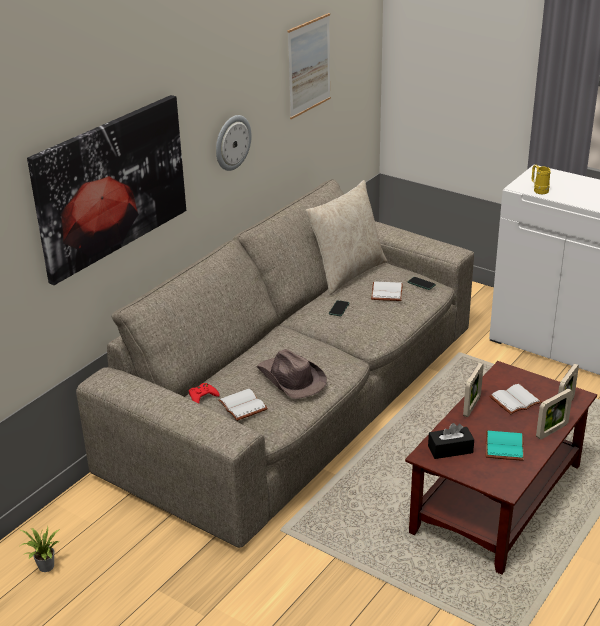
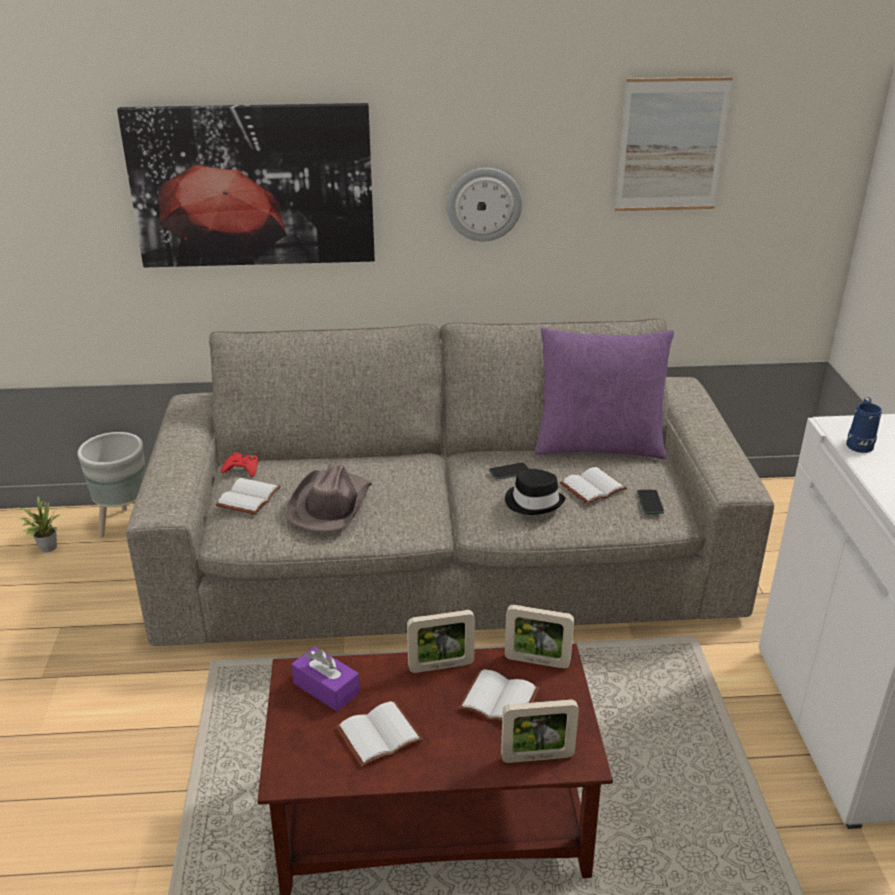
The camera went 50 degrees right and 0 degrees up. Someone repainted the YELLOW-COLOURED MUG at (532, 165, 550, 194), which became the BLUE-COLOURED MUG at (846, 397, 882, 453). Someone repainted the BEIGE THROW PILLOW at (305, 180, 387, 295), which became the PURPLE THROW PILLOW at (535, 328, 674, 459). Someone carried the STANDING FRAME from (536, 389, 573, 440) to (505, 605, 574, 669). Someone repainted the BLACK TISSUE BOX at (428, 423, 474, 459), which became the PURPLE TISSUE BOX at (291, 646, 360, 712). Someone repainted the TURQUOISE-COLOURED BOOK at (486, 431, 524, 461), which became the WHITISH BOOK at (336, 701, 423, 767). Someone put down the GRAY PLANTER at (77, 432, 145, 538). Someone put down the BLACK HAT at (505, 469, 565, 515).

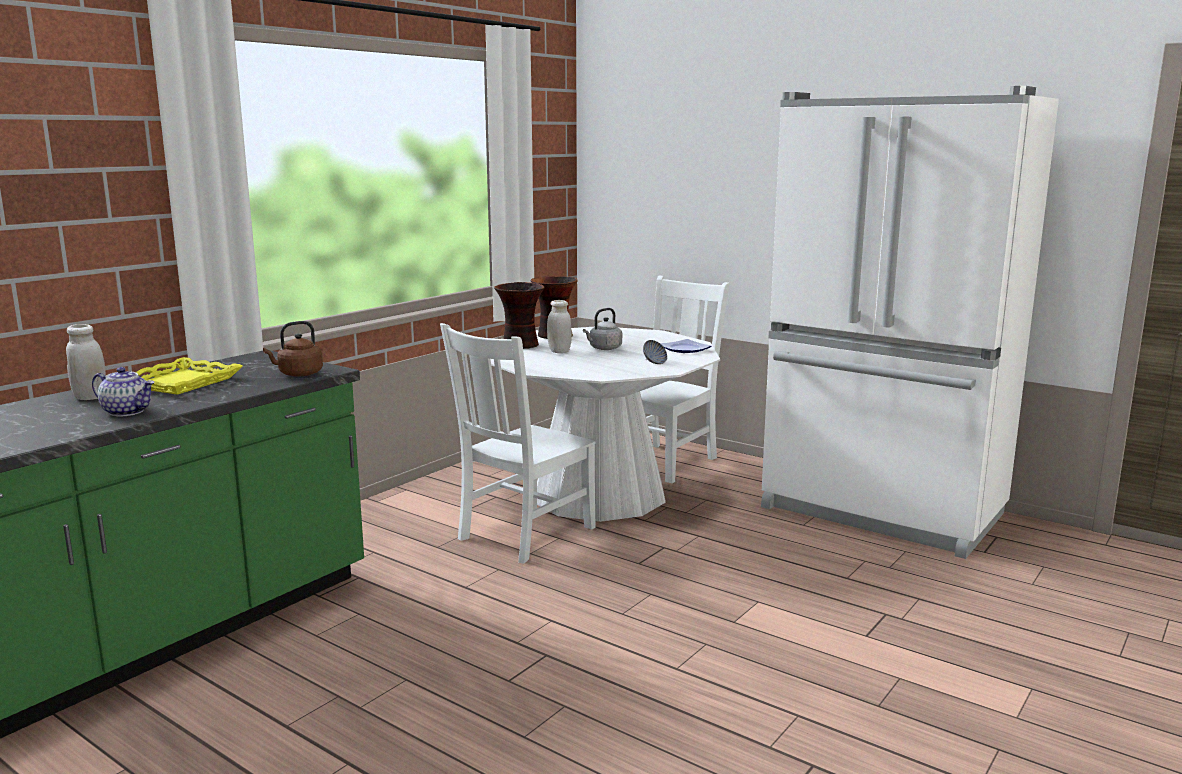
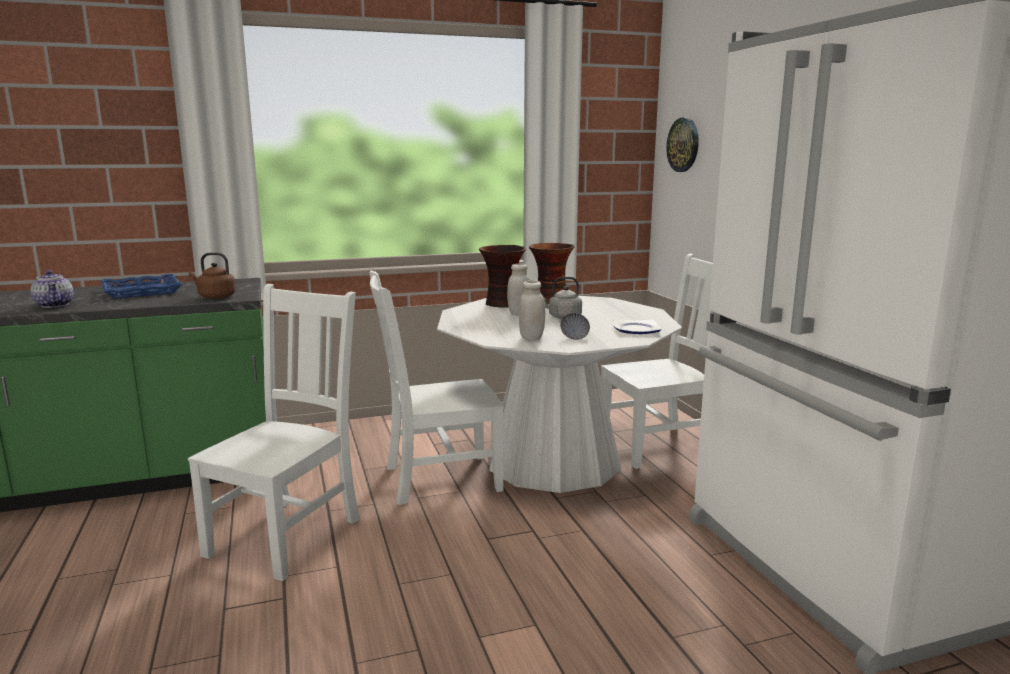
The camera went 35 degrees right and 0 degrees up. Someone carried the WHITISH PRESERVE JAR from (66, 324, 106, 400) to (519, 280, 545, 340). Someone repainted the YELLOW-COLOURED TRAY at (136, 357, 243, 395), which became the BLUE-COLOURED TRAY at (100, 274, 183, 299). Someone put up the WALL CLOCK at (666, 118, 699, 172). Someone put down the WHITISH UPRIGHT CHAIR at (188, 284, 360, 581).

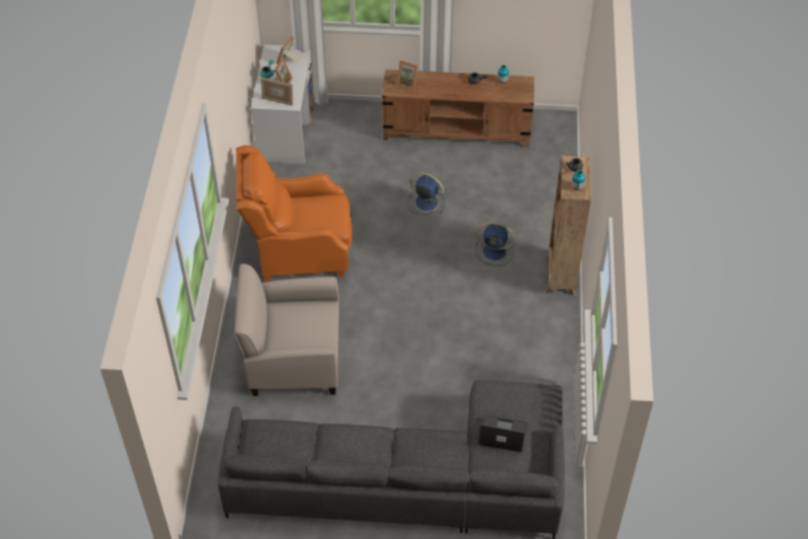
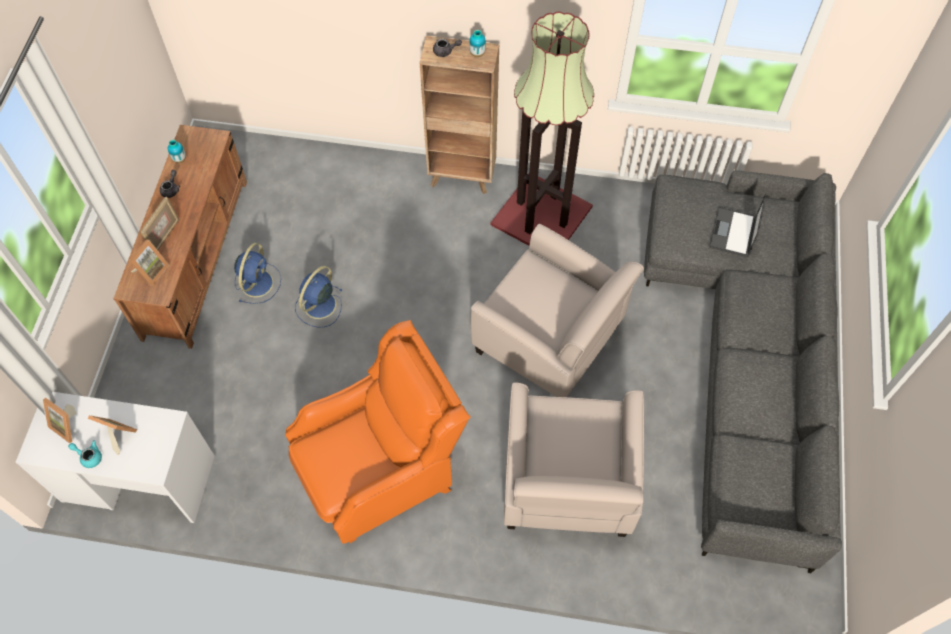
The camera went 85 degrees left and 10 degrees up. Someone carried the STANDING FRAME from (261, 77, 293, 106) to (140, 196, 179, 250). Someone rotated the ORANGEY ARMCHAIR at (236, 145, 353, 282) by 120 degrees counterclockwise. Someone carried the BLUE-COLOURED FAN from (476, 222, 515, 266) to (234, 243, 281, 304). Someone put down the STANDING LAMP at (490, 11, 594, 246). Someone put down the BEIGE ARMCHAIR at (471, 224, 644, 397).

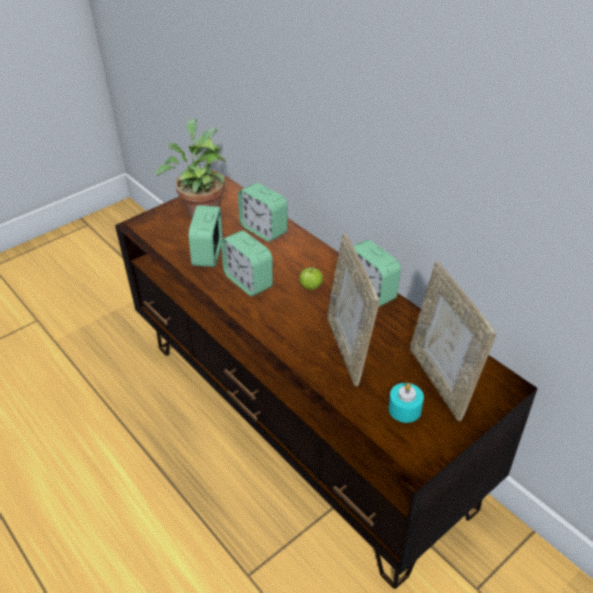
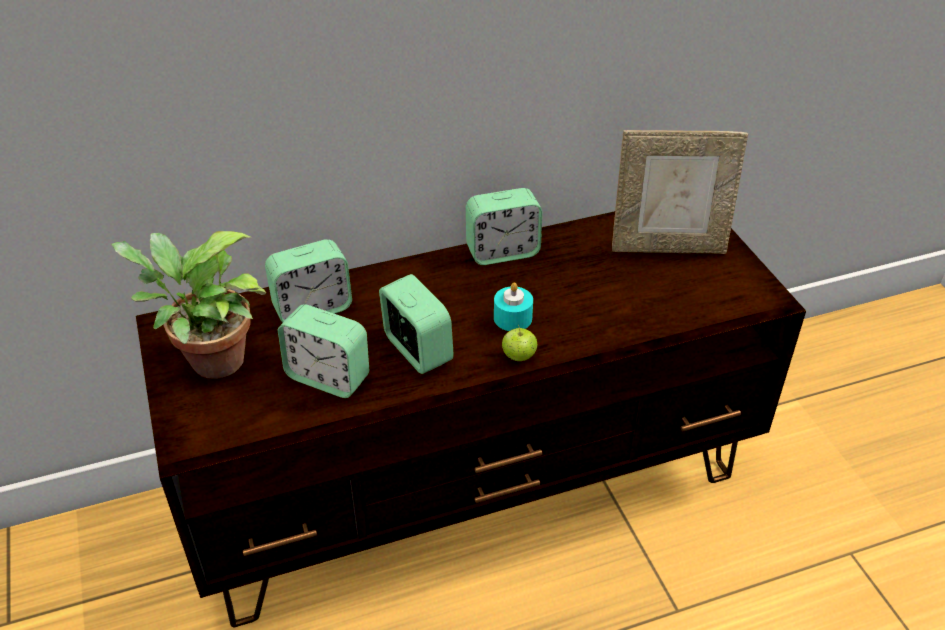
The camera went 70 degrees left and 0 degrees up. Someone rotated the BEDSIDE CLOCK at (221, 230, 273, 296) by 105 degrees counterclockwise. Someone took away the STANDING FRAME at (327, 233, 379, 386). Someone carried the APPLE from (299, 266, 323, 290) to (502, 325, 538, 361). Someone carried the TURQUOISE-COLOURED WAX LIGHT from (388, 383, 424, 423) to (494, 282, 533, 331).

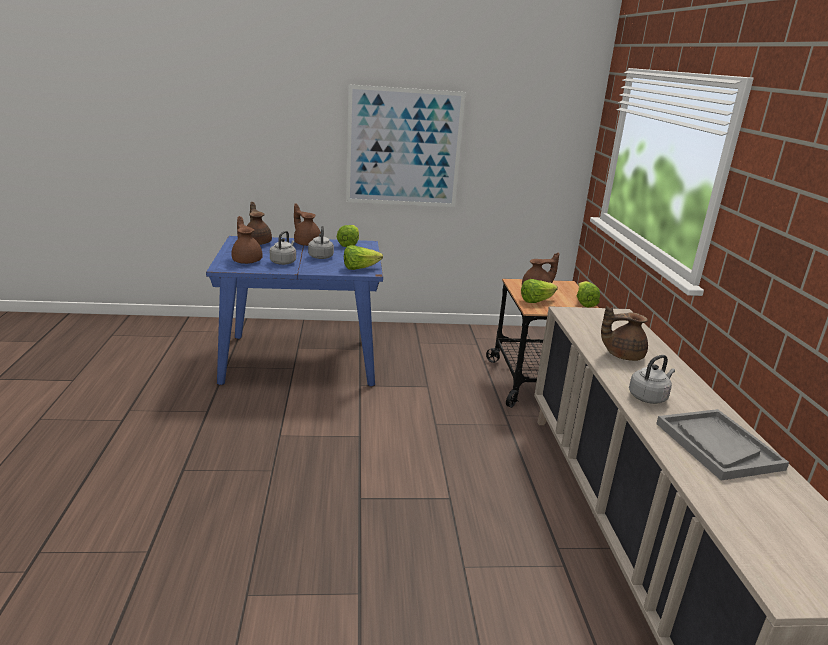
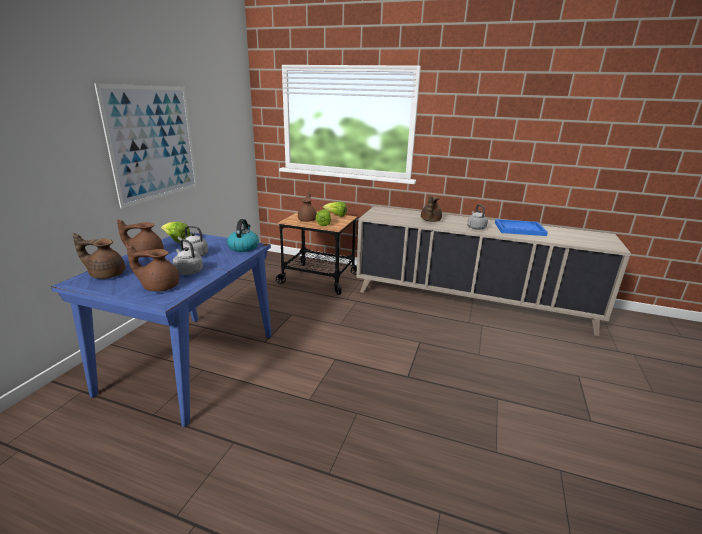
The camera went 65 degrees left and 0 degrees up. Someone swapped the LETTUCE at (344, 245, 383, 270) for the KETTLE at (227, 219, 259, 252). Someone repainted the GRAY TRAY at (656, 409, 789, 480), which became the BLUE-COLOURED TRAY at (495, 219, 548, 236).

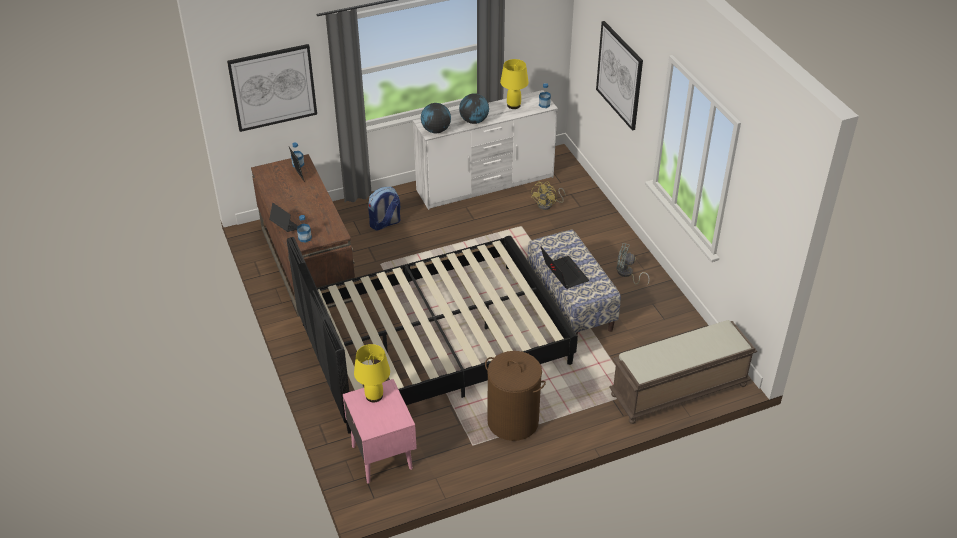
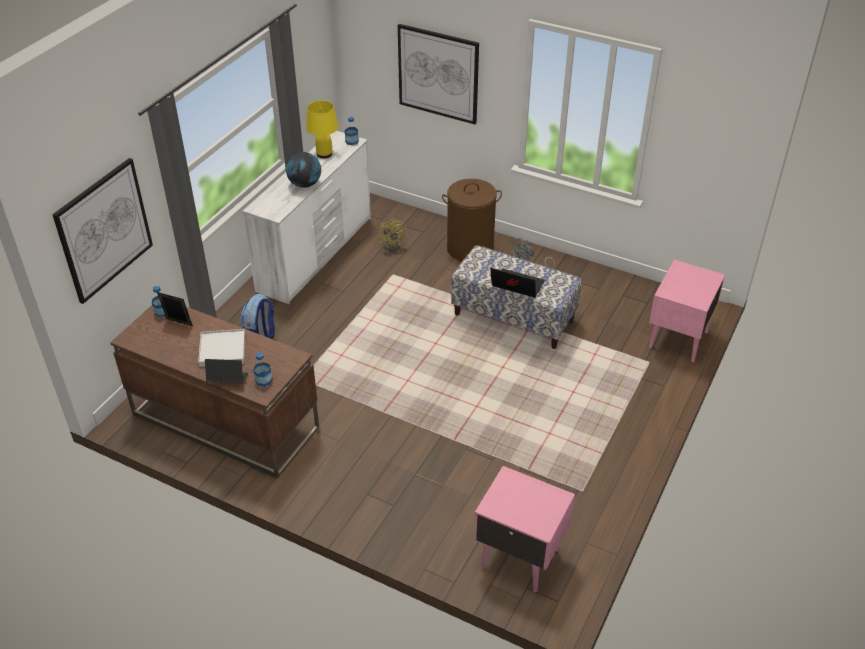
The camera went 40 degrees left and 0 degrees up. Someone took away the WORLD GLOBE at (421, 103, 451, 133). Someone took away the BLACK BEDROOM BED at (287, 236, 578, 434). Someone swapped the BROWN-COLOURED BENCH at (609, 320, 757, 424) for the PINK BEDSIDE TABLE at (649, 259, 725, 362). Someone took away the YELLOW-COLOURED TABLE LAMP at (354, 344, 390, 403). Someone carried the BROWN-COLOURED LAUNDRY BASKET from (485, 351, 546, 441) to (442, 179, 502, 262). Someone put down the WHITISH TRAY at (198, 329, 245, 367).

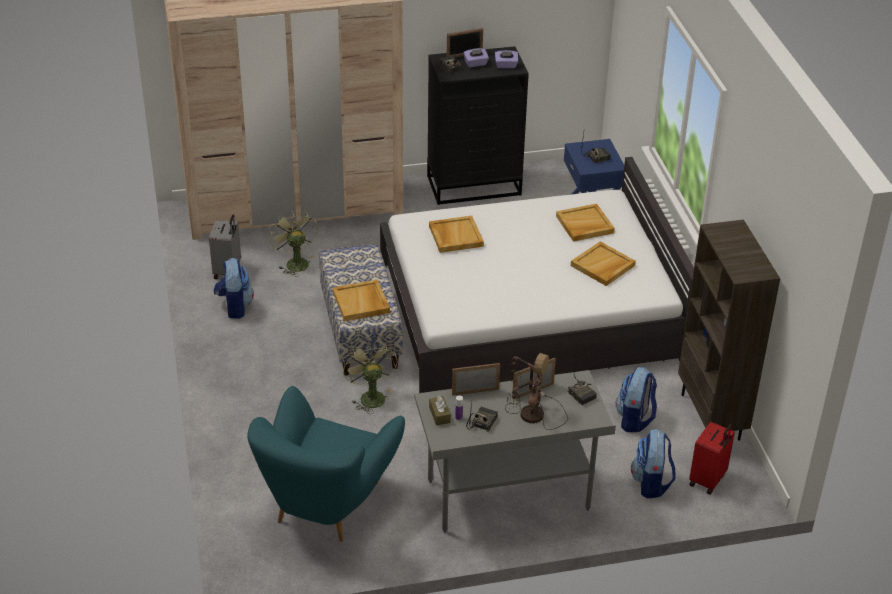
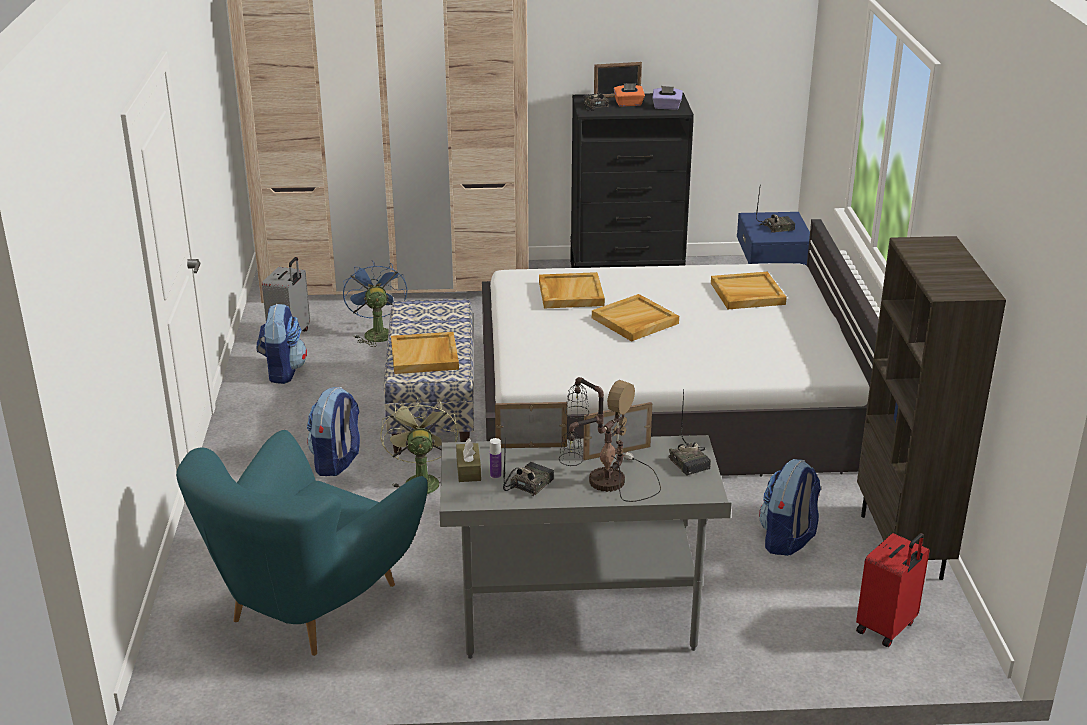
The camera went 10 degrees right and 10 degrees down. Someone repainted the PURPLE TISSUE BOX at (463, 48, 489, 67), which became the ORANGEY TISSUE BOX at (614, 83, 645, 107). Someone repainted the GREEN-COLOURED FAN at (269, 210, 318, 277), which became the BLUE-COLOURED FAN at (343, 260, 408, 347). Someone carried the BEIGE TRAY from (571, 242, 636, 286) to (592, 294, 679, 342). Someone carried the RUCKSACK from (631, 429, 675, 498) to (307, 387, 360, 476).

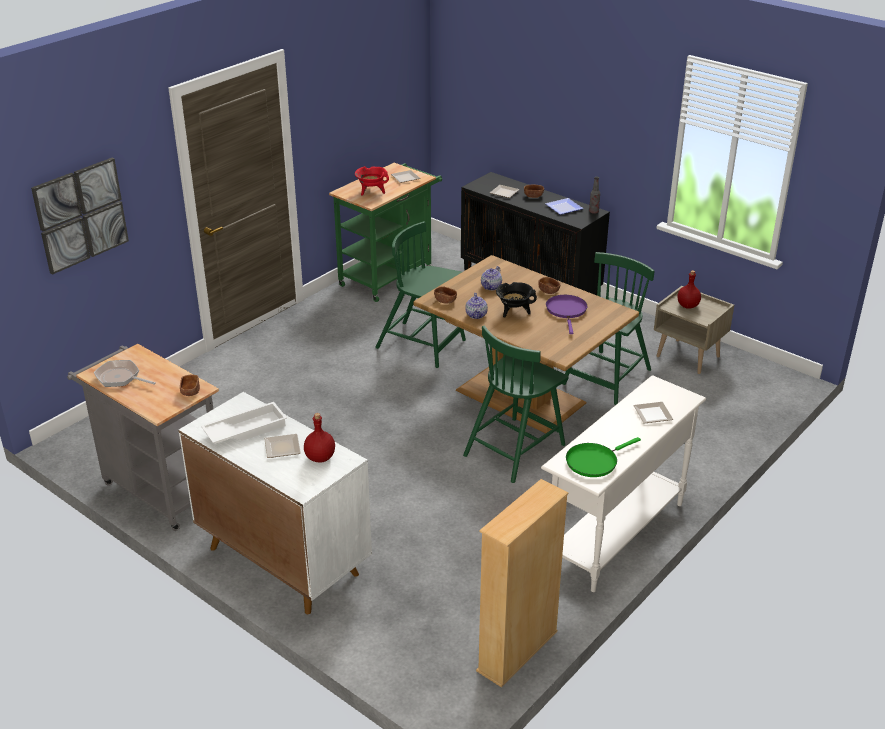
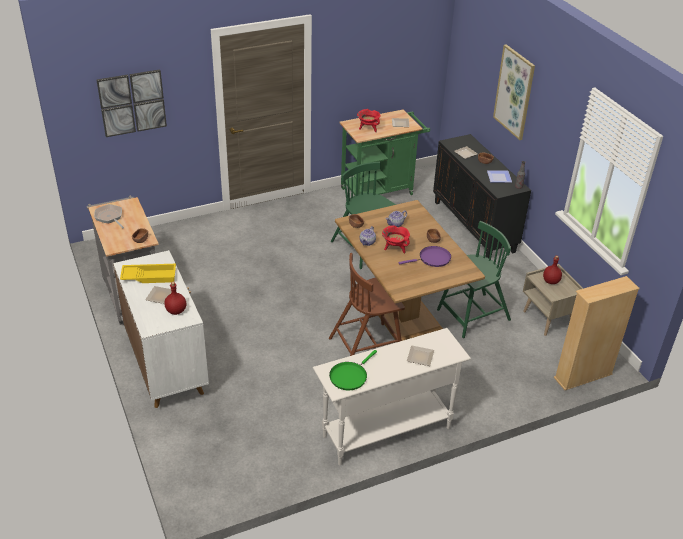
The camera went 25 degrees right and 5 degrees up. Someone repainted the BLACK COOKING POT at (496, 282, 537, 318), which became the REDDISH COOKING POT at (382, 225, 410, 253). Someone rotated the PURPLE SKILLET at (546, 295, 587, 334) by 45 degrees clockwise. Someone repainted the GREEN-COLOURED UPRIGHT CHAIR at (463, 325, 568, 483), which became the BROWN-COLOURED UPRIGHT CHAIR at (329, 253, 405, 356). Someone repainted the WHITISH TRAY at (201, 402, 287, 444), which became the YELLOW-COLOURED TRAY at (120, 264, 176, 283). Someone rotated the GREEN-COLOURED SKILLET at (566, 437, 641, 477) by 45 degrees counterclockwise. Someone carried the BEIGE SHELVING UNIT from (476, 479, 568, 687) to (554, 276, 640, 390). Someone put up the WALL ART at (493, 44, 535, 140).

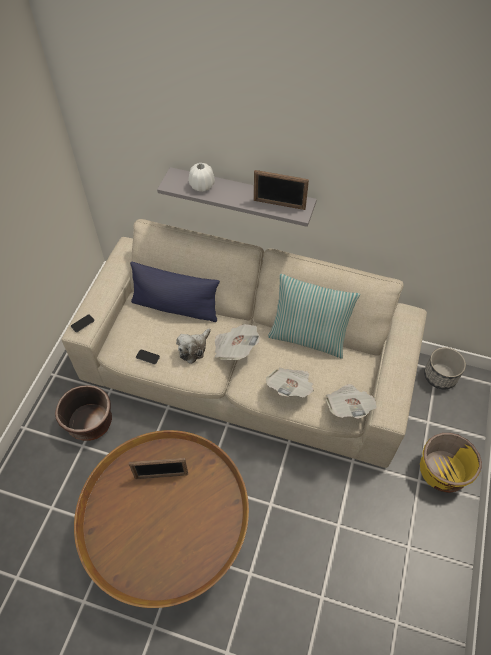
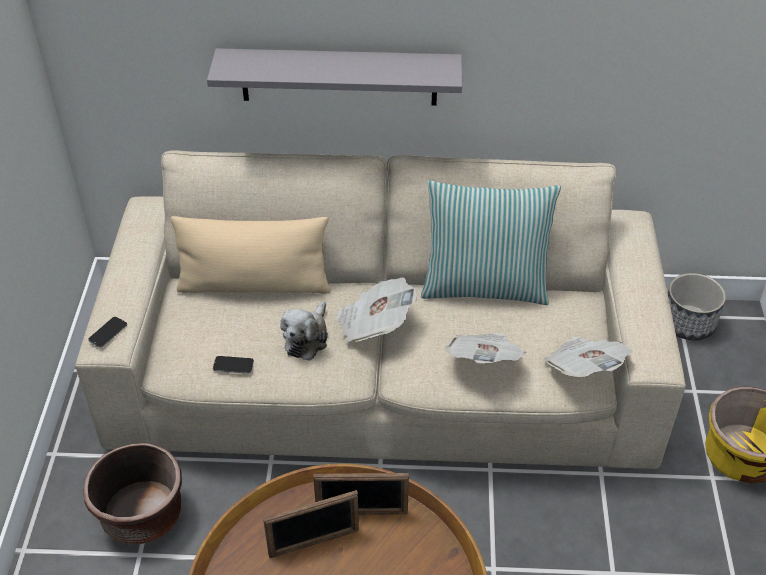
The camera went 15 degrees left and 10 degrees down. Someone took away the WHITISH FLOWER VASE at (189, 163, 215, 192). Someone carried the STANDING FRAME from (254, 170, 309, 210) to (313, 473, 409, 515). Someone repainted the BLUE-COLOURED THROW PILLOW at (130, 262, 220, 322), which became the BEIGE THROW PILLOW at (171, 216, 330, 294).

